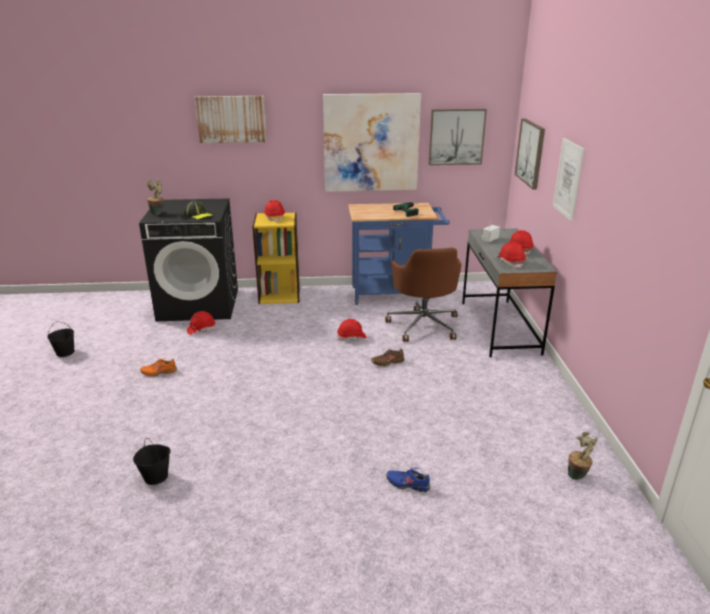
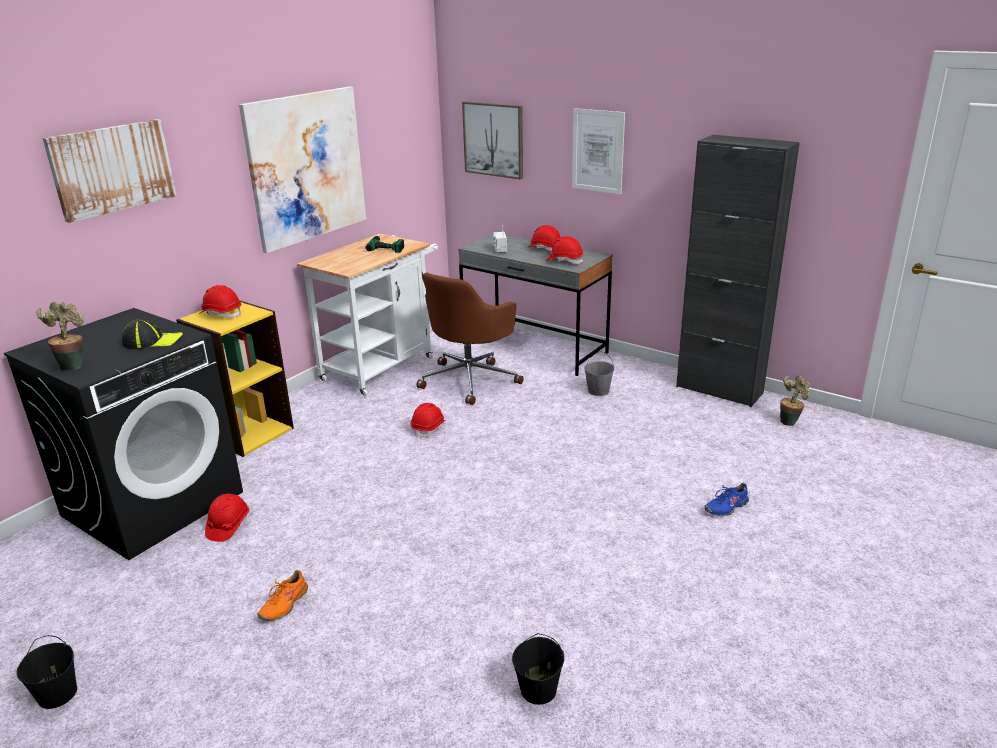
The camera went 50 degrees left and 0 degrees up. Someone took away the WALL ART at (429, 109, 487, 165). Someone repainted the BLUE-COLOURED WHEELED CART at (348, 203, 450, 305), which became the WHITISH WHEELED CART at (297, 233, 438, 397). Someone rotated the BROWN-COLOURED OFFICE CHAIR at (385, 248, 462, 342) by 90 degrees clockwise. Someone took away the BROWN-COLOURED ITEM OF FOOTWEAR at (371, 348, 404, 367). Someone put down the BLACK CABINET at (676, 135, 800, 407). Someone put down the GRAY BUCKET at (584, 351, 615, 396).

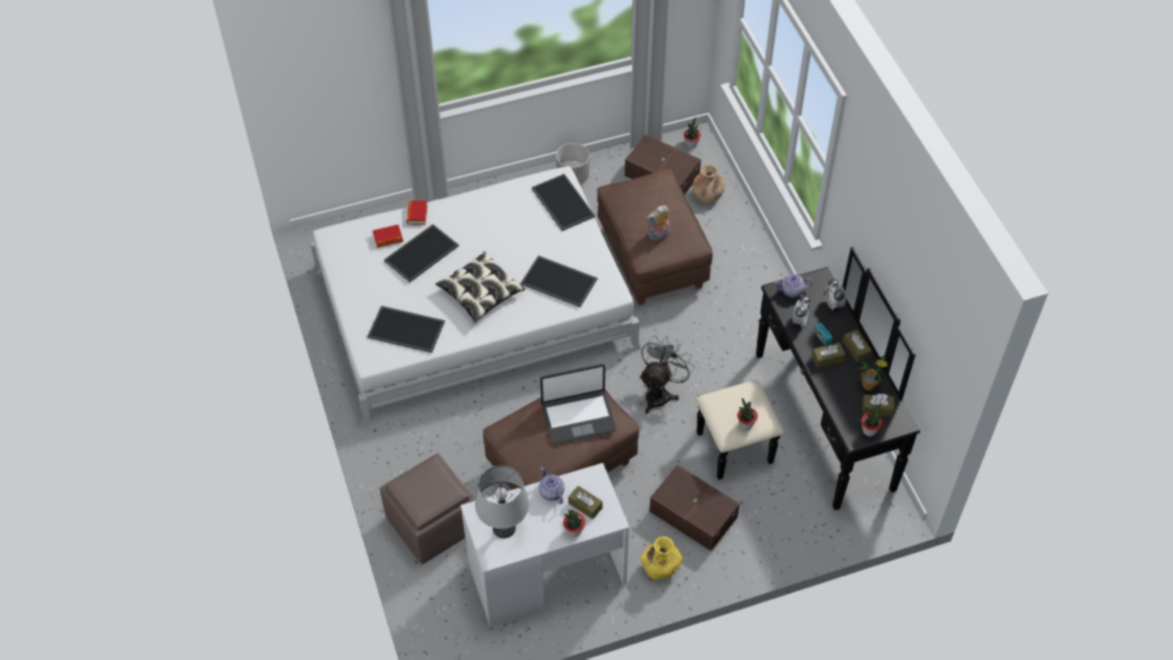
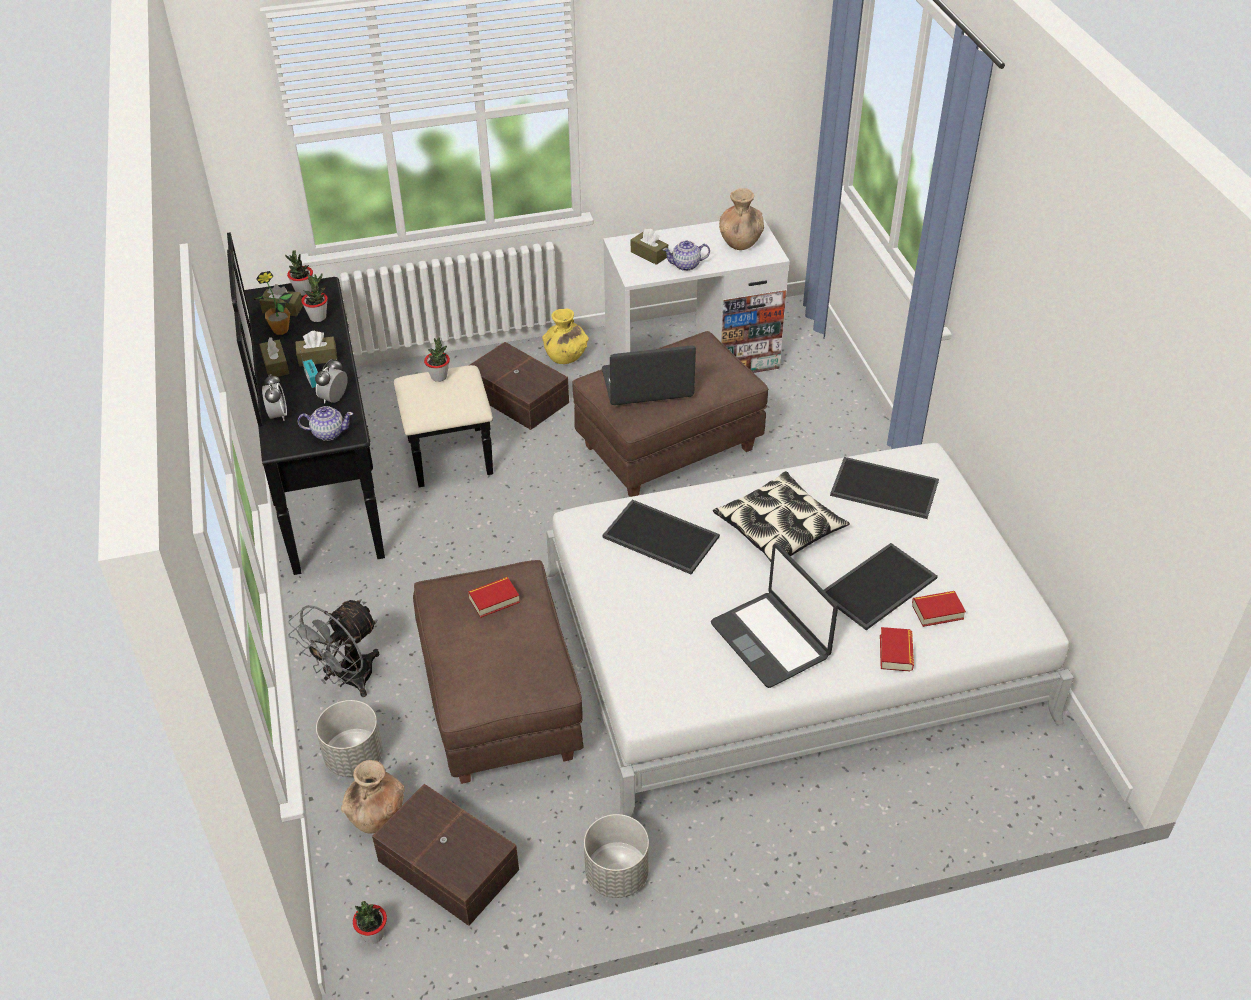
The camera went 175 degrees left and 10 degrees down. Someone took away the TRAY at (532, 174, 595, 231). Someone swapped the SOFT TOY at (647, 205, 670, 241) for the BOOK at (468, 577, 520, 618). Someone carried the GRAY FAN from (639, 336, 695, 414) to (289, 599, 379, 697). Someone took away the BROWN-COLOURED POUFFE at (380, 453, 476, 564). Someone swapped the GRAY TABLE LAMP at (475, 465, 529, 538) for the BROWN-COLOURED FLOWER VASE at (719, 188, 764, 250). Someone rotated the TEA POT at (539, 467, 565, 504) by 105 degrees clockwise. Someone carried the HOUSEPLANT from (563, 510, 585, 537) to (301, 273, 328, 322). Someone put down the NOTEBOOK COMPUTER at (711, 543, 838, 688). Someone put down the GRAY PLANTER at (316, 700, 383, 777).

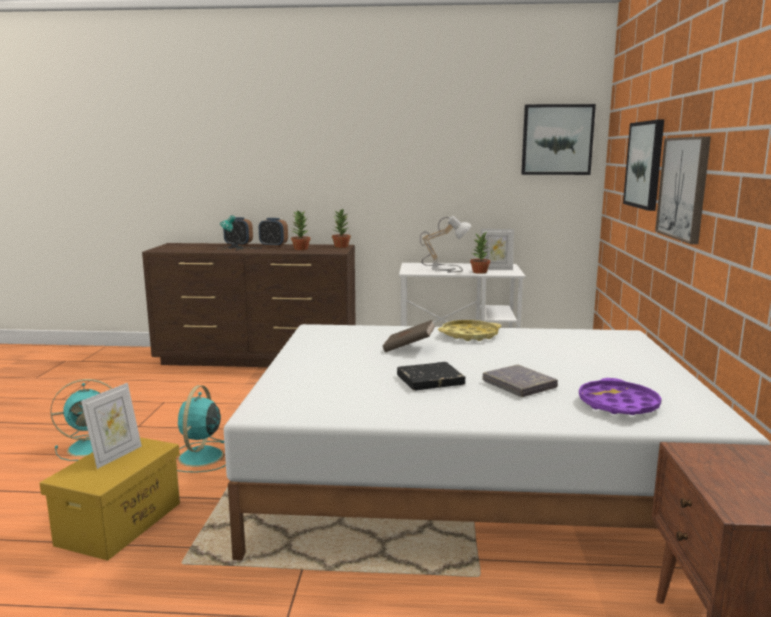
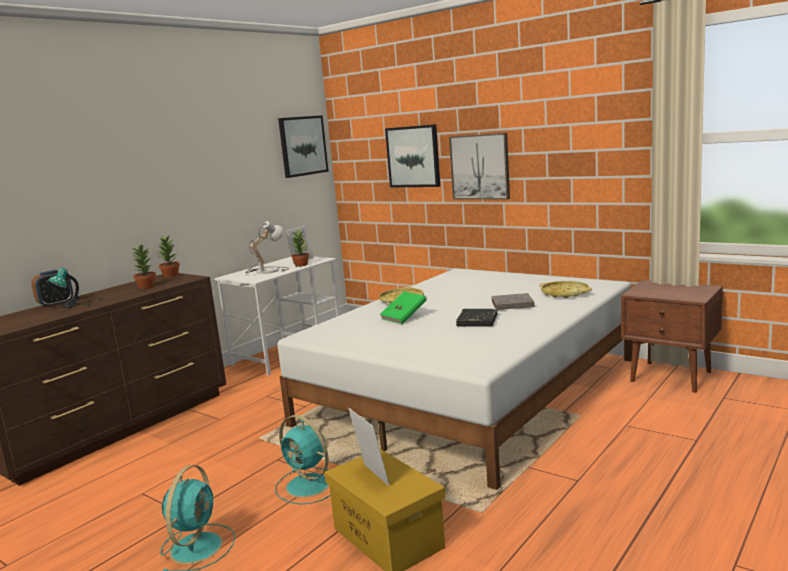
The camera went 55 degrees left and 0 degrees up. Someone took away the BEDSIDE CLOCK at (259, 218, 288, 247). Someone repainted the BROWN-COLOURED BOOK at (383, 320, 435, 352), which became the GREEN-COLOURED BOOK at (379, 292, 427, 324). Someone repainted the PURPLE TRAY at (579, 378, 661, 415), which became the YELLOW-COLOURED TRAY at (539, 281, 592, 298).

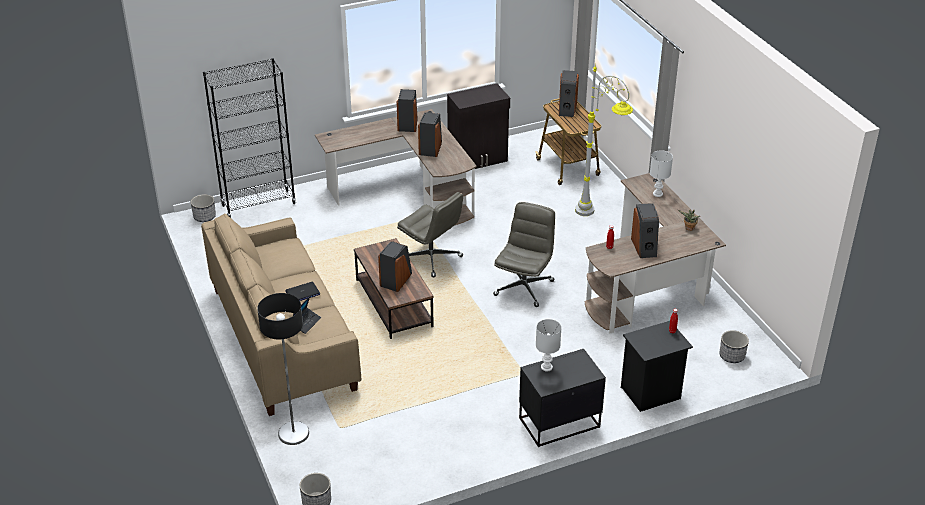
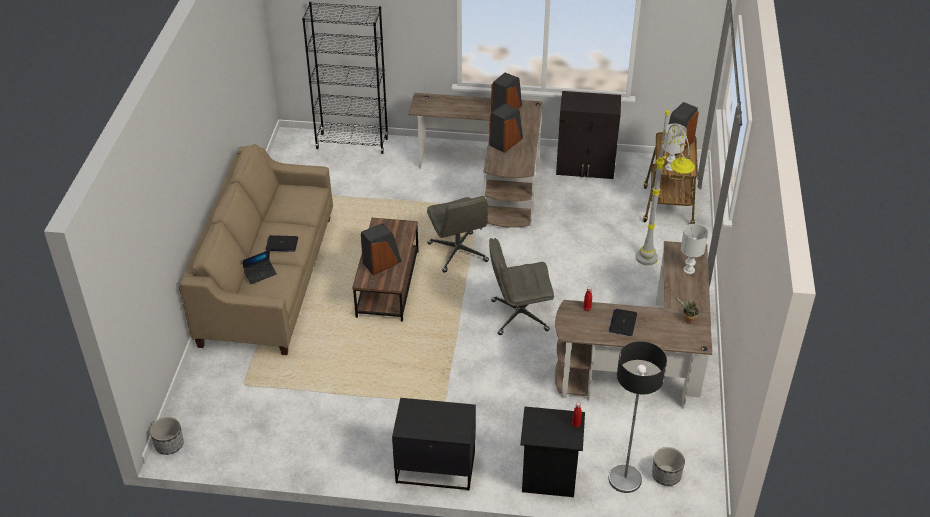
The camera went 30 degrees right and 5 degrees up. Someone took away the PLANTER at (191, 194, 216, 222). Someone rotated the GRAY OFFICE CHAIR at (493, 202, 555, 307) by 150 degrees counterclockwise. Someone swapped the LOUDSPEAKER at (631, 203, 659, 258) for the NOTEBOOK COMPUTER at (609, 309, 637, 336). Someone carried the STANDING LAMP from (257, 293, 309, 445) to (609, 341, 667, 493). Someone carried the WHITISH TABLE LAMP from (536, 319, 562, 372) to (664, 124, 687, 171).

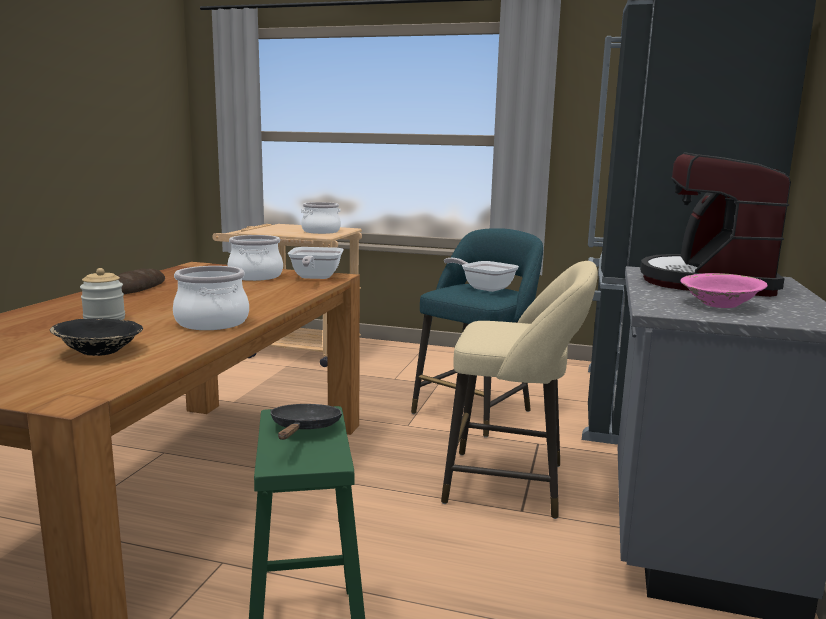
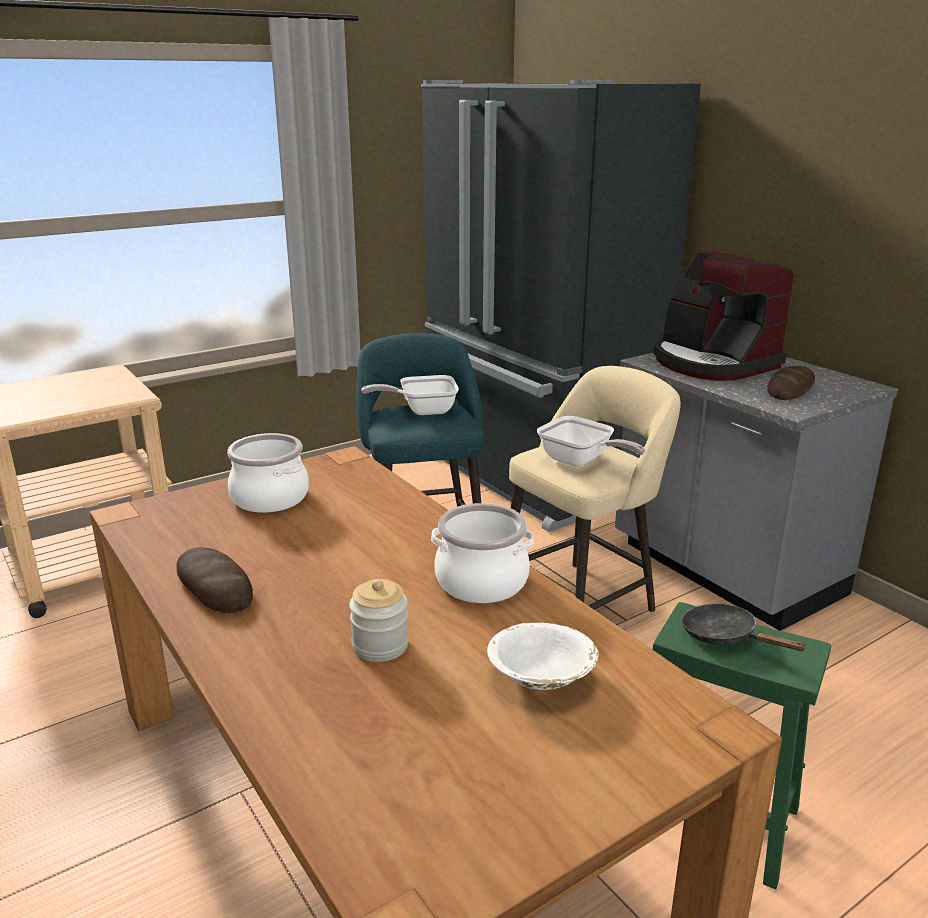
The camera went 50 degrees left and 10 degrees up. Someone took away the COOKING POT at (301, 202, 341, 234). Someone carried the SKILLET from (288, 247, 344, 279) to (537, 416, 645, 467). Someone swapped the PINK DEEP DISH at (680, 273, 768, 308) for the BREAD at (767, 366, 815, 400). Someone repainted the BLACK DEEP DISH at (50, 319, 143, 356), which became the WHITISH DEEP DISH at (487, 623, 599, 690).

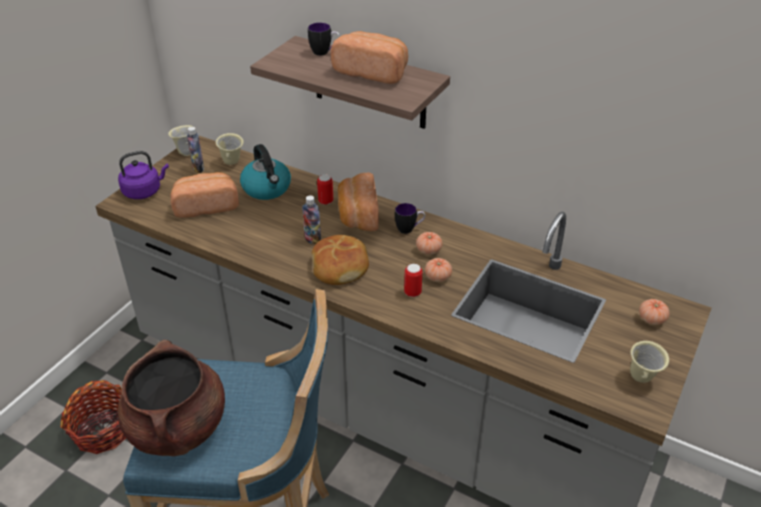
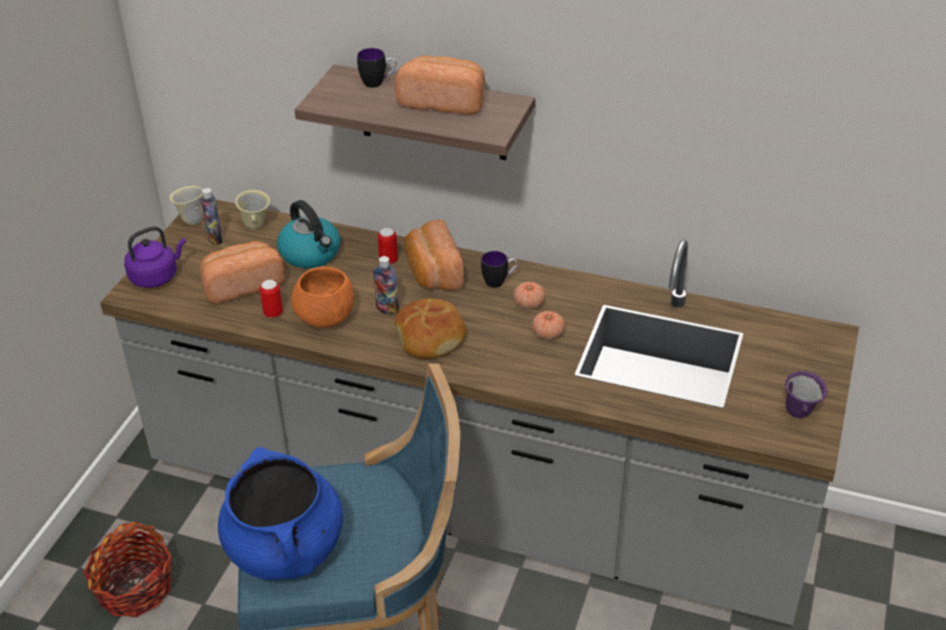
The camera went 10 degrees left and 0 degrees up. Someone carried the METAL CAN from (404, 264, 422, 297) to (260, 280, 283, 318). Someone took away the WHOLE TOMATO at (639, 299, 670, 325). Someone repainted the BROWN-COLOURED COOKING POT at (118, 340, 225, 456), which became the BLUE-COLOURED COOKING POT at (218, 447, 343, 580). Someone repainted the BEIGE MUG at (630, 341, 669, 383), which became the PURPLE MUG at (785, 371, 827, 418). Someone put down the ORANGEY DEEP DISH at (291, 267, 354, 328).

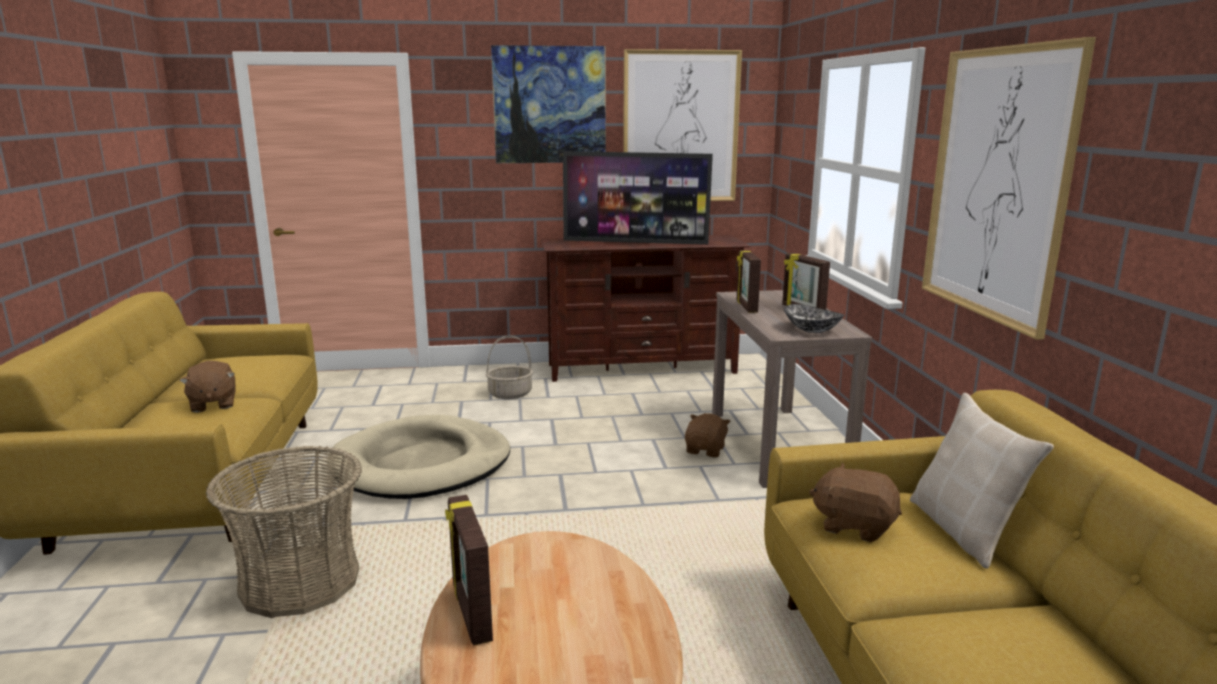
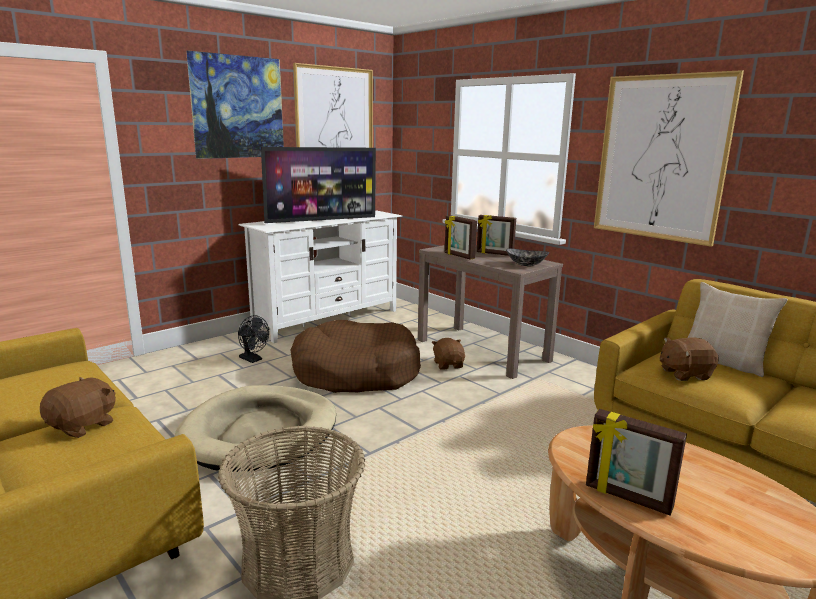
The camera went 35 degrees left and 0 degrees up. Someone repainted the BROWN-COLOURED MEDIA CONSOLE at (541, 235, 751, 382), which became the WHITISH MEDIA CONSOLE at (238, 210, 402, 343). Someone swapped the STORAGE BASKET at (486, 335, 533, 399) for the BLACK FAN at (238, 315, 269, 363). Someone rotated the BROWN-COLOURED SOFT TOY at (179, 361, 236, 413) by 90 degrees counterclockwise. Someone put down the BROWN-COLOURED PET BED at (290, 320, 421, 393).

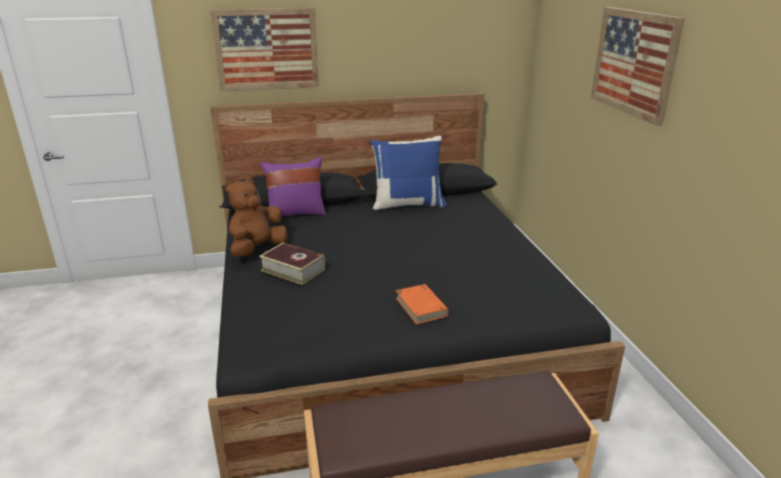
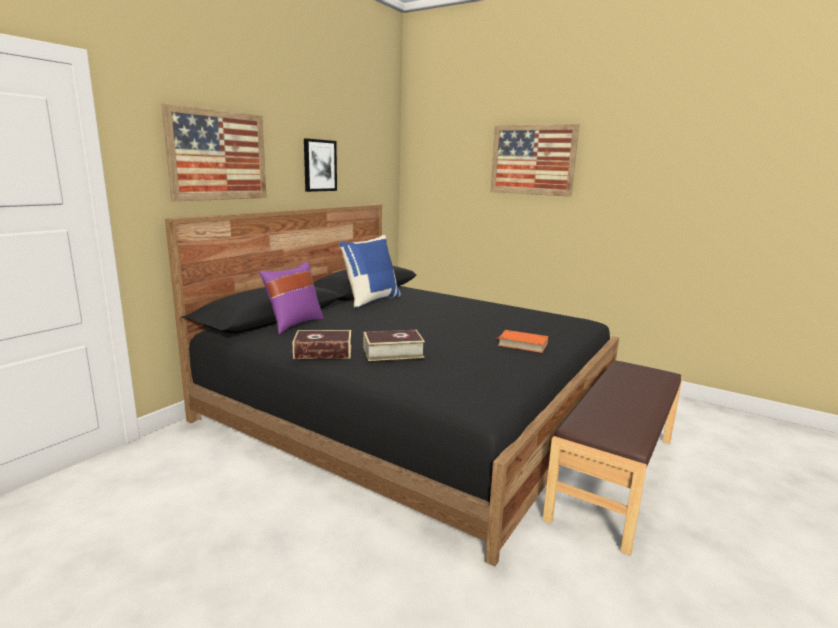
The camera went 45 degrees left and 10 degrees down. Someone swapped the BROWN-COLOURED SOFT TOY at (225, 178, 288, 258) for the BOOK at (293, 330, 351, 359). Someone put up the WALL ART at (304, 138, 337, 192).

